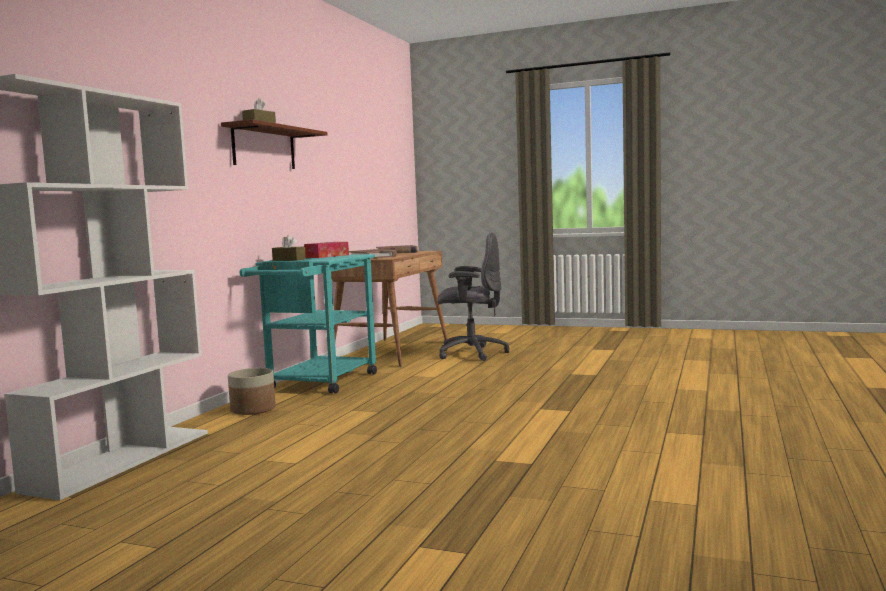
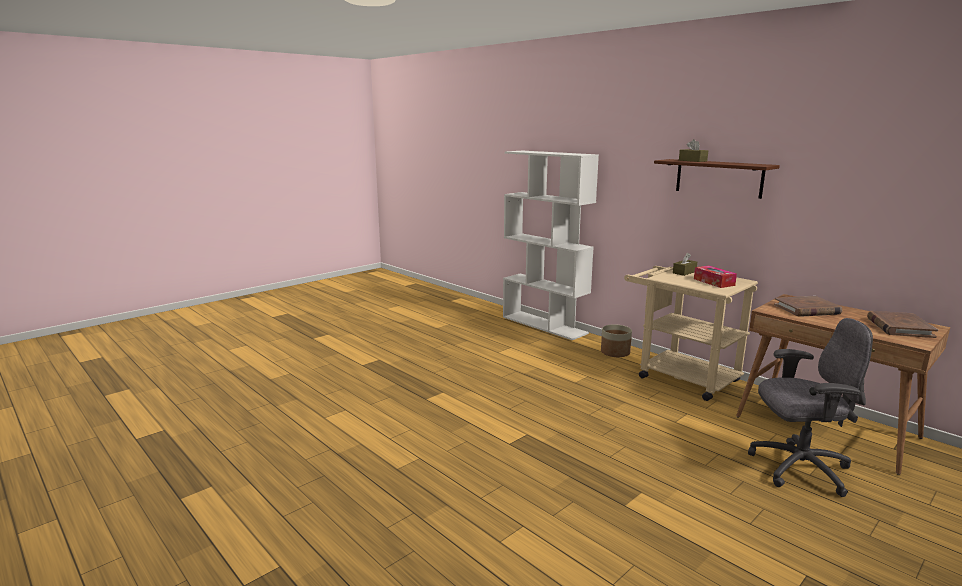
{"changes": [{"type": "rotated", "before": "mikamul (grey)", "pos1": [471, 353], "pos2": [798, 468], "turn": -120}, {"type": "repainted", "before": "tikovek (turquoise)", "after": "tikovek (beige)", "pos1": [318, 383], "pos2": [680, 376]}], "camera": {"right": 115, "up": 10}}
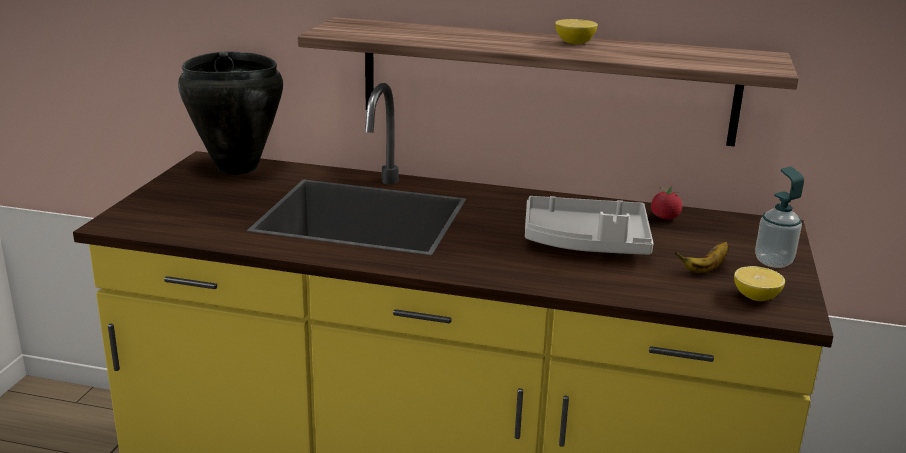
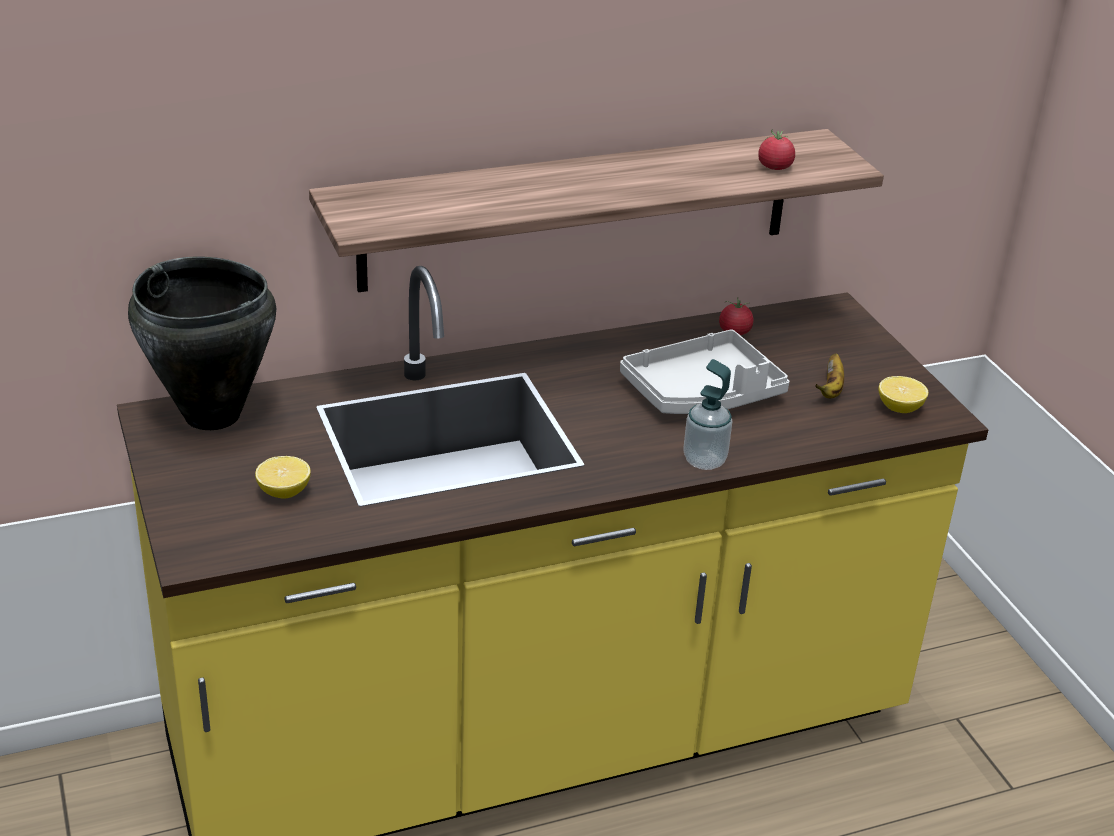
{"changes": [{"type": "shifted", "before": "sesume", "pos1": [574, 43], "pos2": [284, 492]}, {"type": "shifted", "before": "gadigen", "pos1": [773, 261], "pos2": [704, 460]}, {"type": "new", "after": "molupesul", "pos2": [774, 167]}], "camera": {"right": -35, "up": 10}}
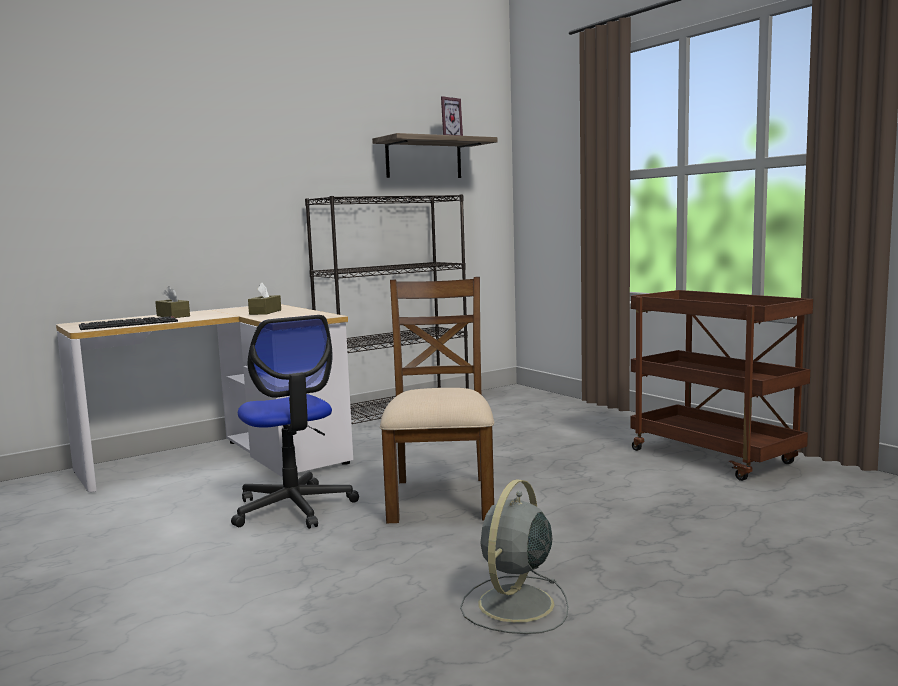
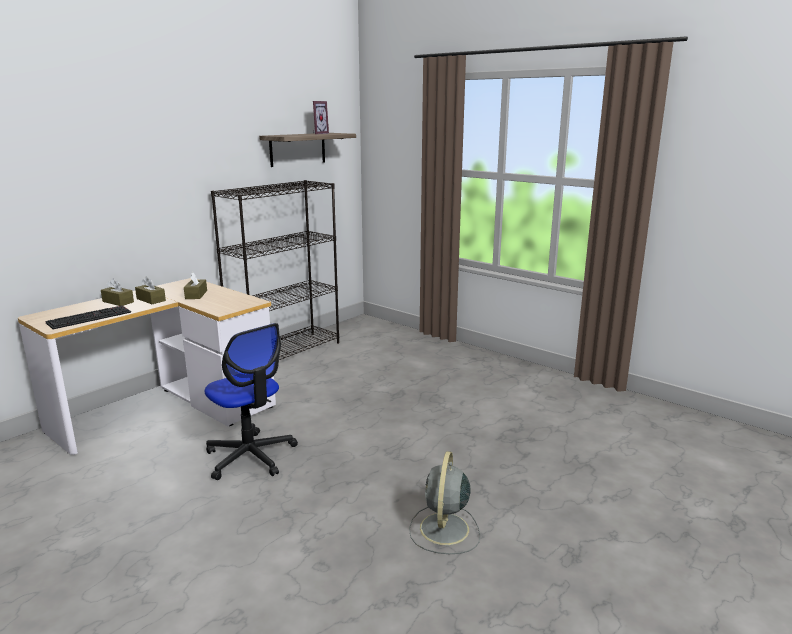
{"changes": [{"type": "gone", "before": "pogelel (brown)", "pos1": [441, 498]}, {"type": "gone", "before": "tikovek (brown)", "pos1": [715, 457]}, {"type": "new", "after": "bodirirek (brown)", "pos2": [151, 300]}], "camera": {"right": -15, "up": 10}}
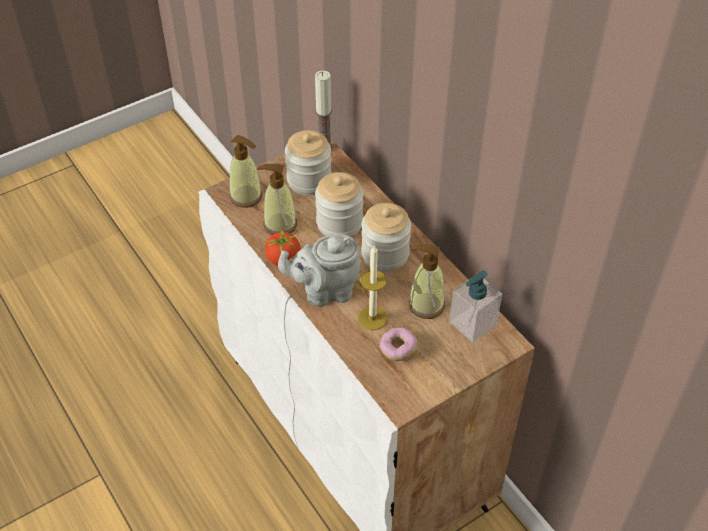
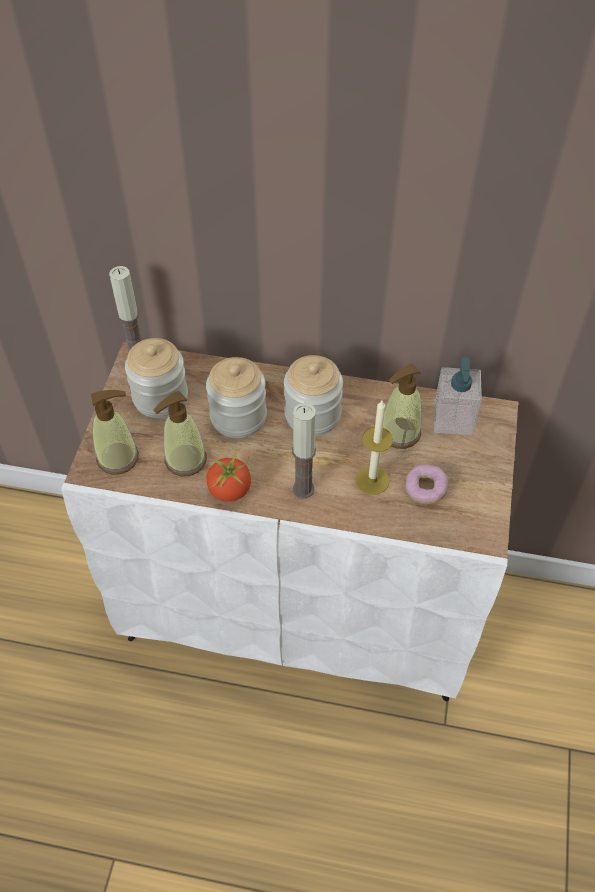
{"changes": [{"type": "swapped", "before": "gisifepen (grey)", "after": "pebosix", "pos1": [325, 291], "pos2": [303, 489]}], "camera": {"right": -45, "up": 5}}
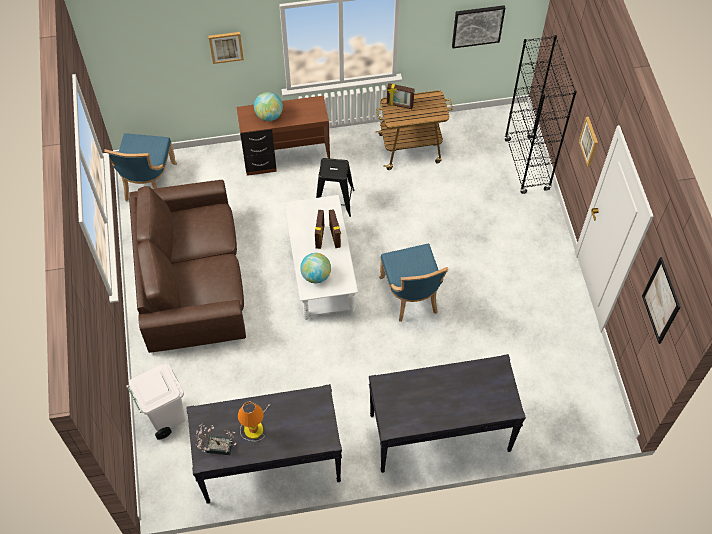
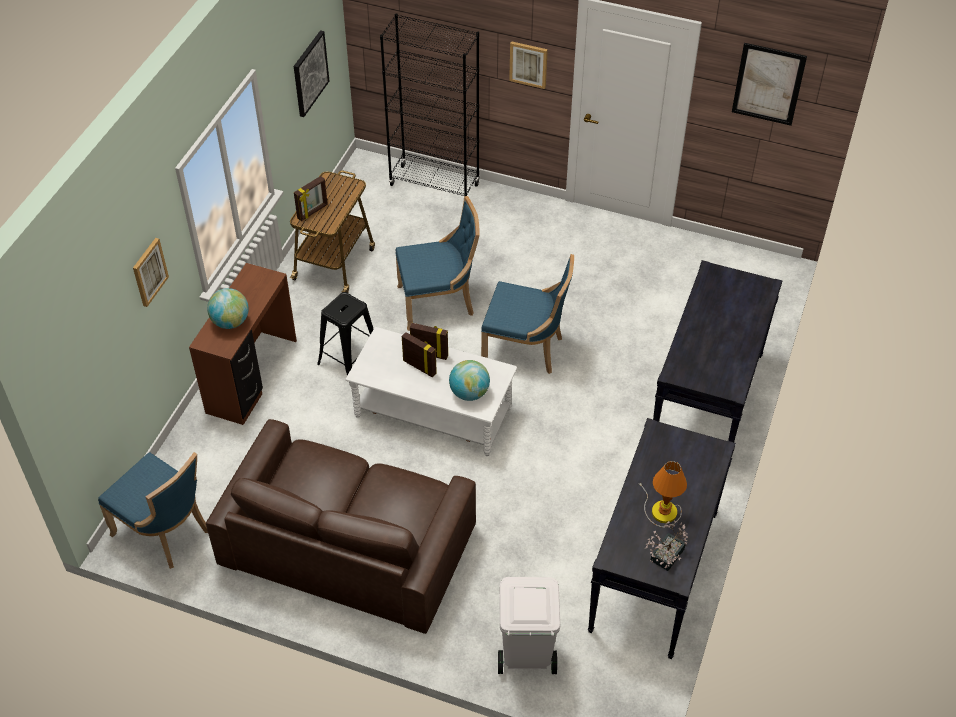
{"changes": [{"type": "new", "after": "pogelel (blue)", "pos2": [439, 302]}], "camera": {"right": -60, "up": -10}}
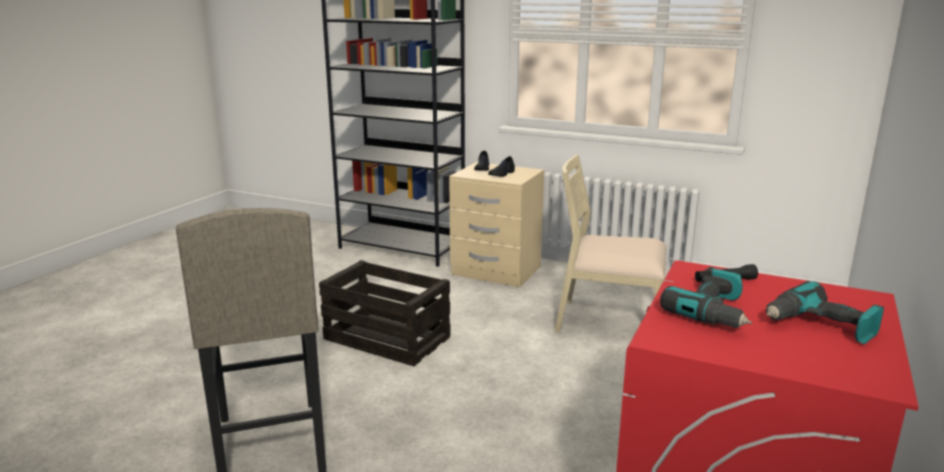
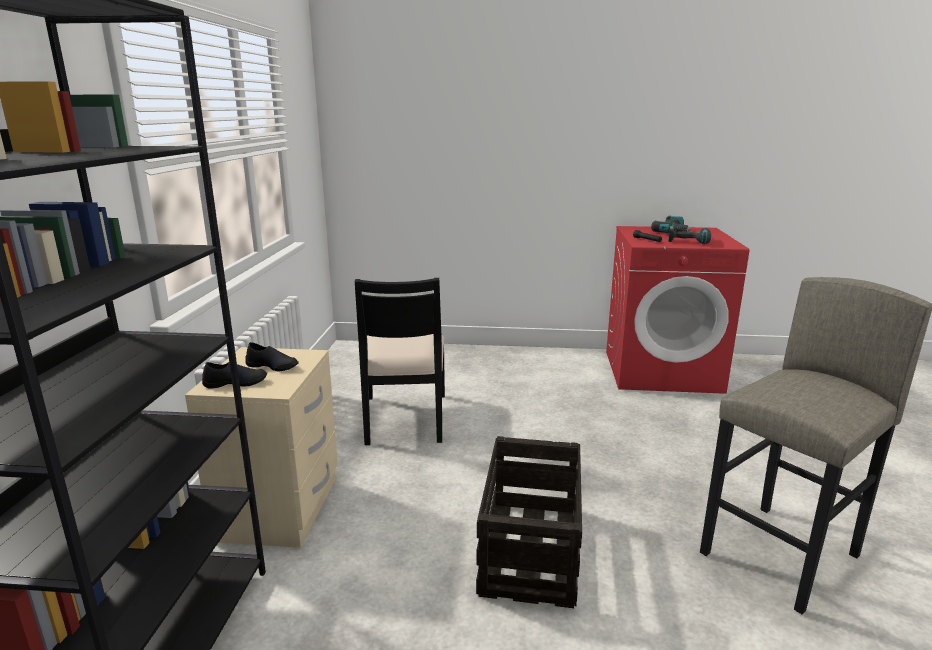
{"changes": [{"type": "repainted", "before": "pogelel (beige)", "after": "pogelel (black)", "pos1": [609, 321], "pos2": [404, 418]}], "camera": {"right": -110, "up": 0}}
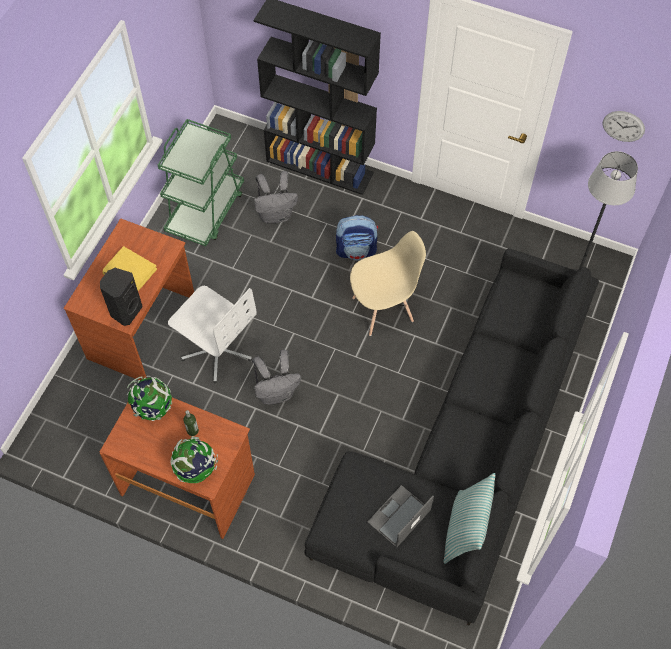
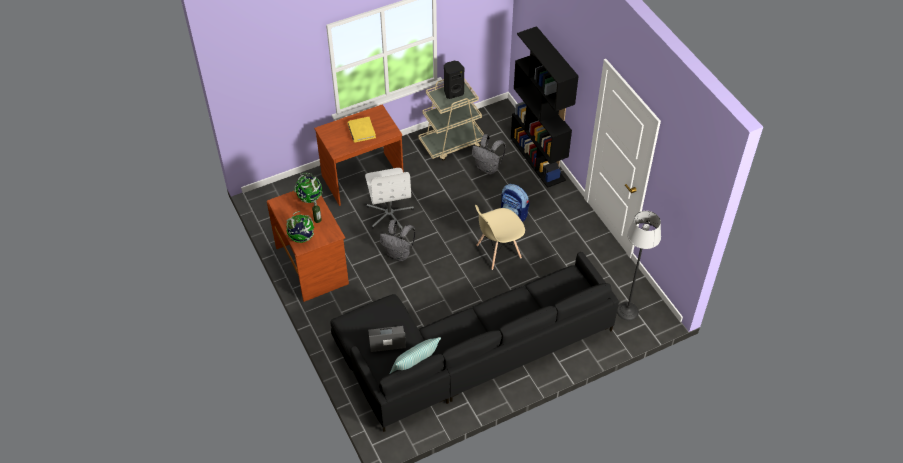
{"changes": [{"type": "gone", "before": "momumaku", "pos1": [623, 126]}, {"type": "repainted", "before": "tikovek (green)", "after": "tikovek (beige)", "pos1": [206, 211], "pos2": [452, 143]}, {"type": "rotated", "before": "pogelel (beige)", "pos1": [383, 309], "pos2": [498, 252], "turn": 135}, {"type": "shifted", "before": "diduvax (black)", "pos1": [125, 310], "pos2": [453, 92]}], "camera": {"right": 40, "up": -10}}
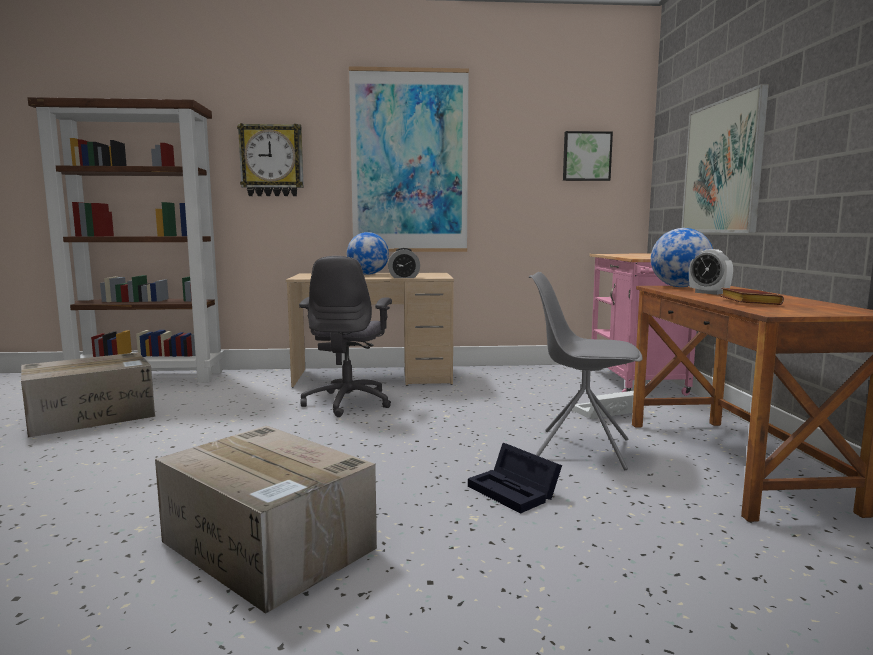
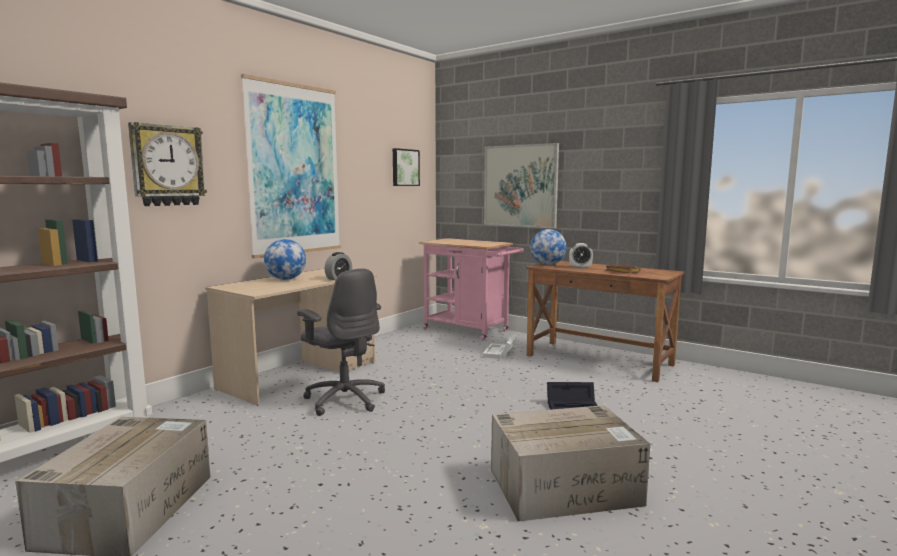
{"changes": [{"type": "gone", "before": "pogelel (grey)", "pos1": [580, 449]}], "camera": {"right": -50, "up": 0}}
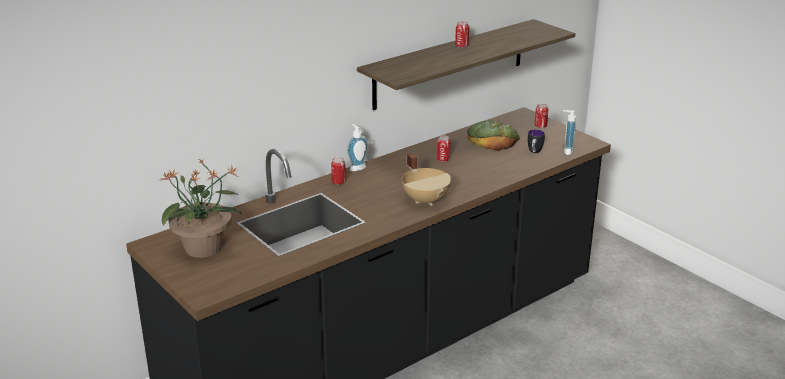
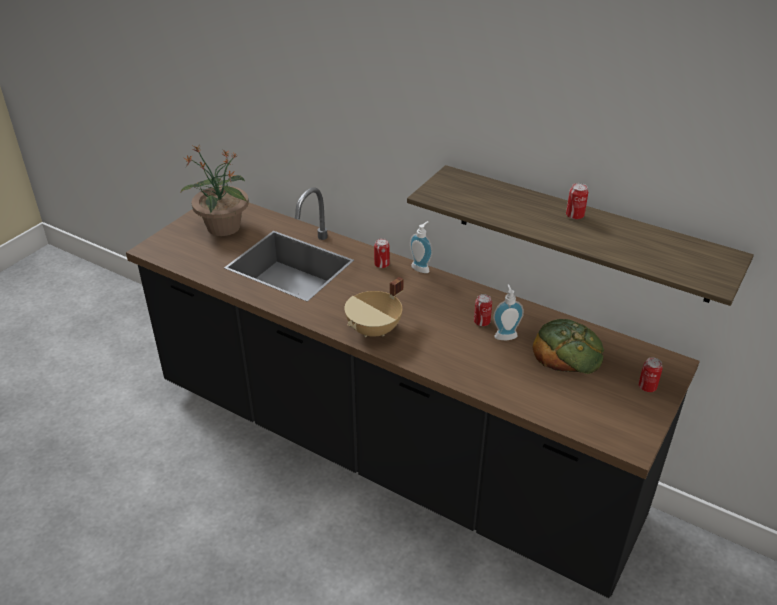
{"changes": [{"type": "shifted", "before": "gadigen", "pos1": [566, 151], "pos2": [505, 335]}, {"type": "gone", "before": "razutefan", "pos1": [534, 152]}], "camera": {"right": 70, "up": 10}}
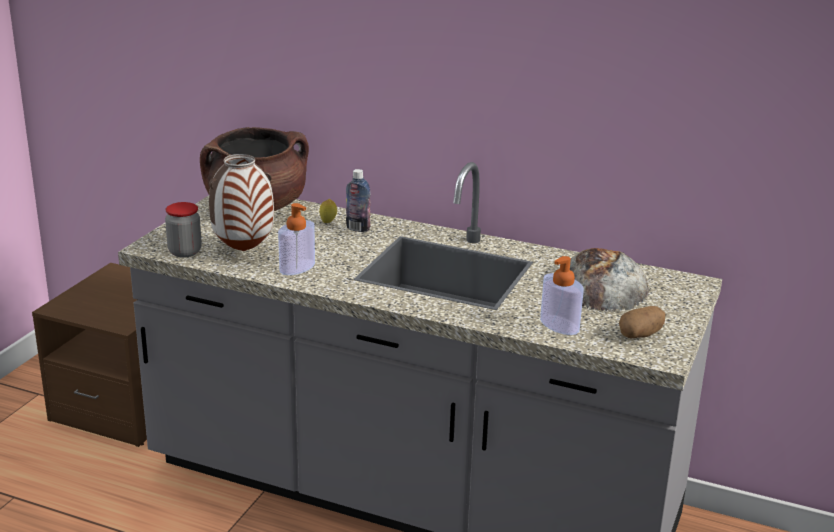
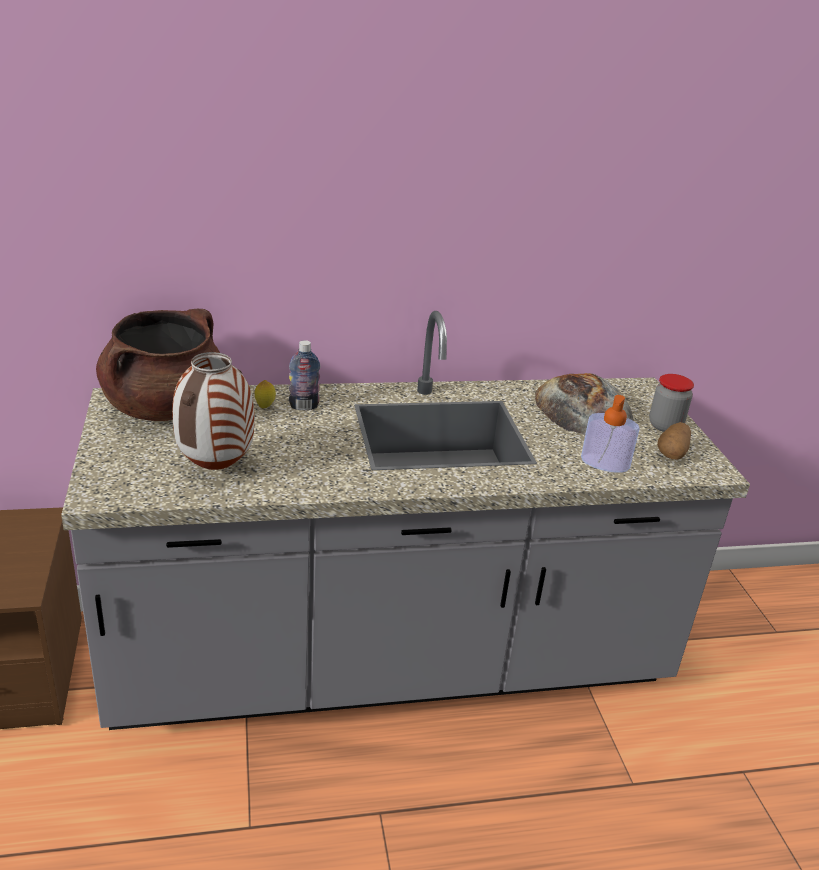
{"changes": [{"type": "shifted", "before": "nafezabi", "pos1": [185, 252], "pos2": [665, 426]}, {"type": "gone", "before": "gadigen", "pos1": [297, 267]}], "camera": {"right": -35, "up": 5}}
